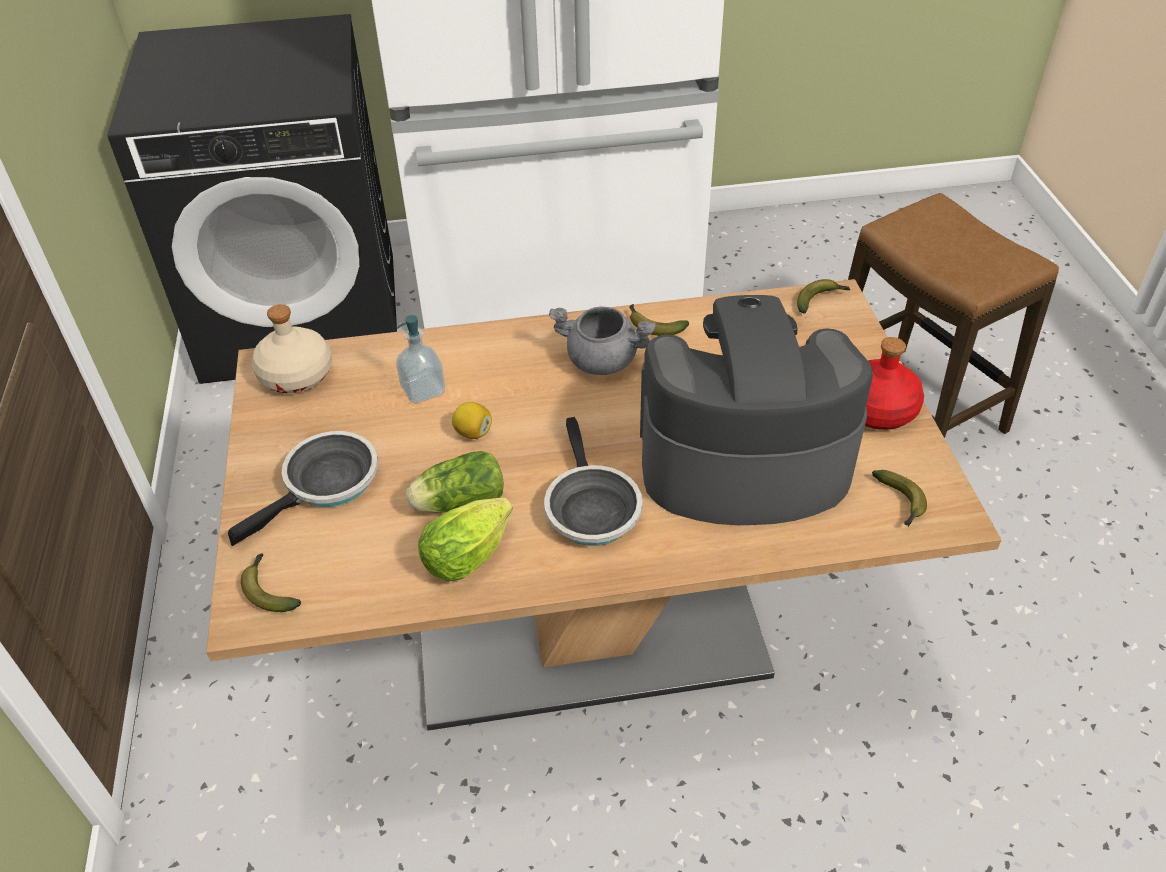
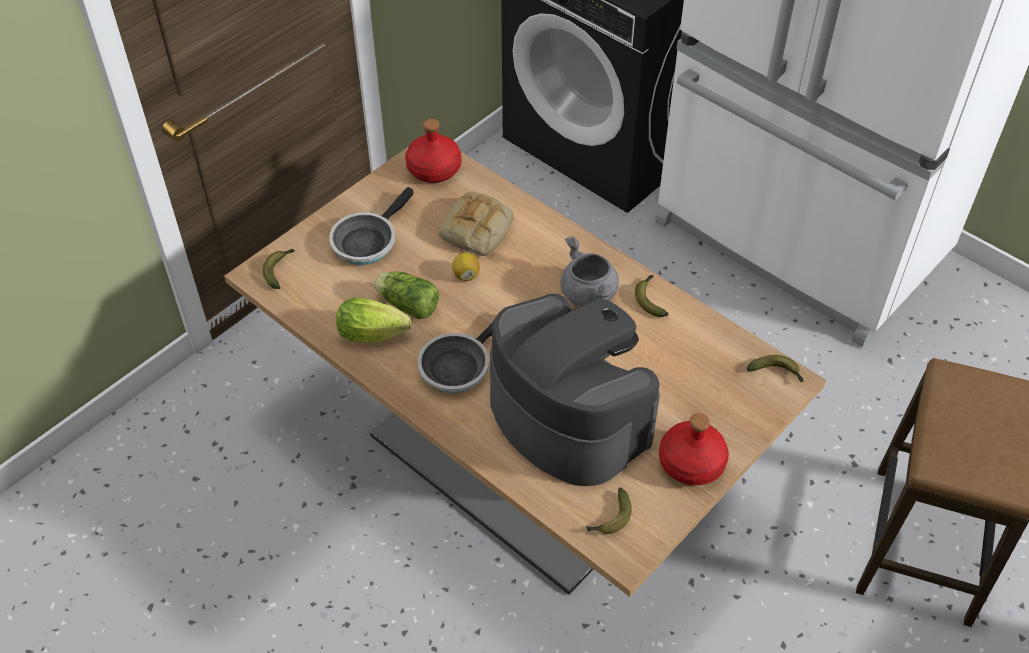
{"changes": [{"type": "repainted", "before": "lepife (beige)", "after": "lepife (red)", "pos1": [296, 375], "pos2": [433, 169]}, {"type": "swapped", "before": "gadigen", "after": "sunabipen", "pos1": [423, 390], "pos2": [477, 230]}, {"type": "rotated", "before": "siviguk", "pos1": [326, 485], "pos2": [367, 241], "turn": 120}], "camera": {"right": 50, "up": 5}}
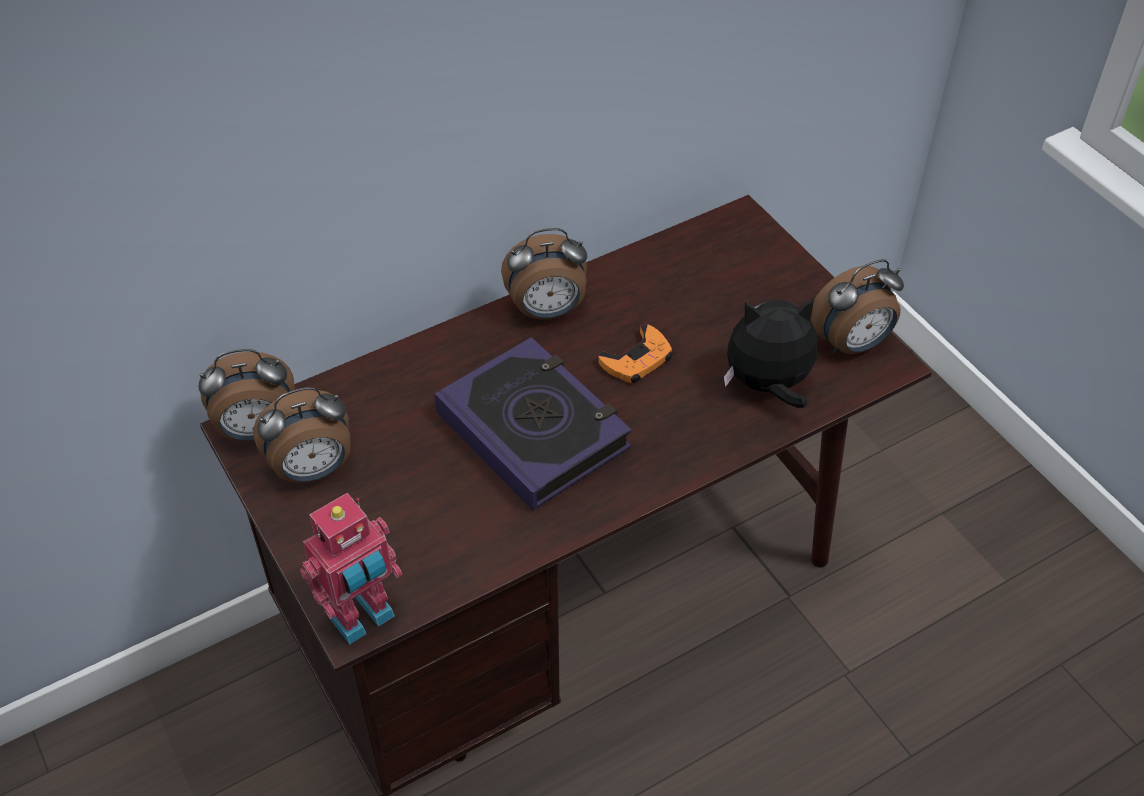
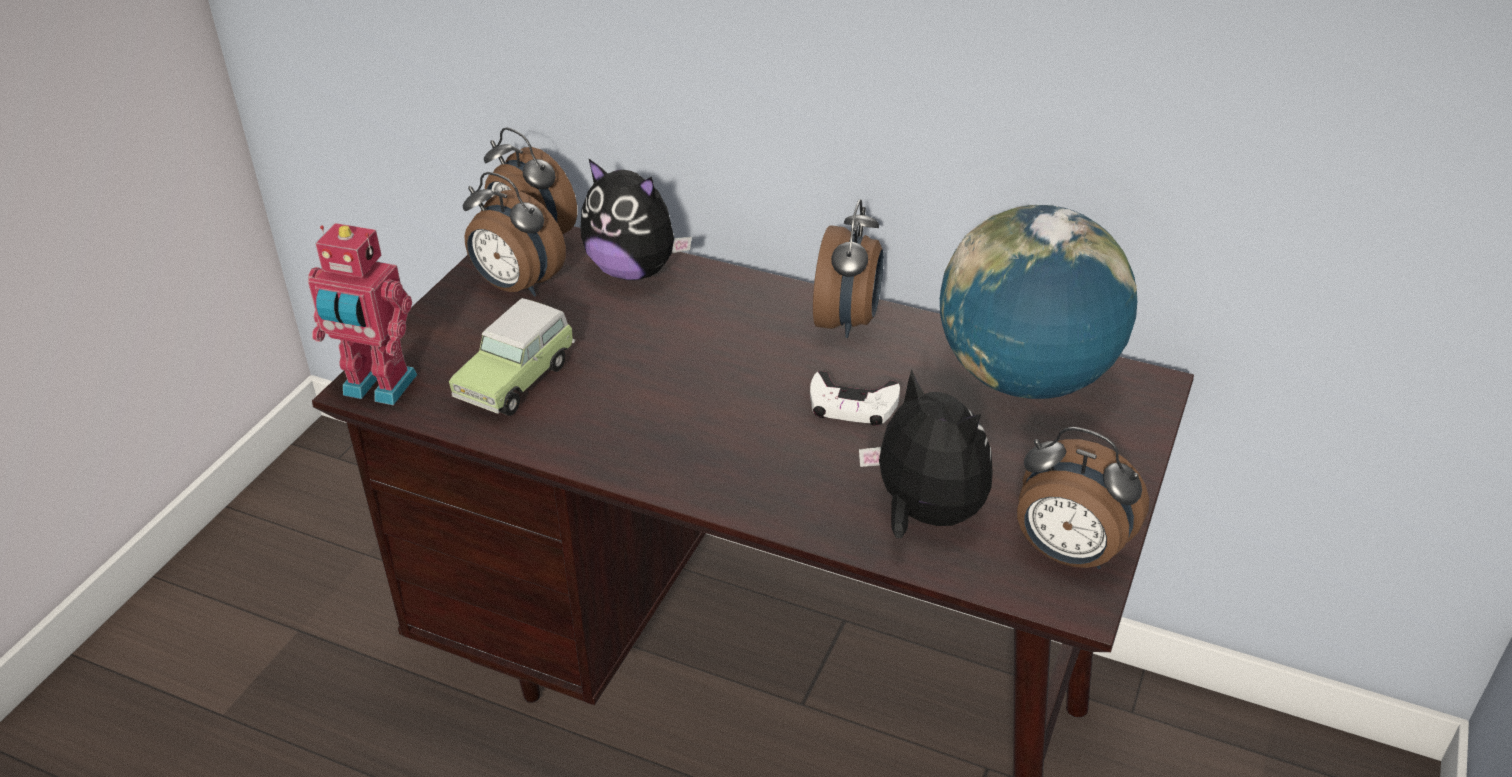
{"changes": [{"type": "rotated", "before": "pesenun", "pos1": [547, 311], "pos2": [848, 321], "turn": -120}, {"type": "repainted", "before": "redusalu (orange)", "after": "redusalu (white)", "pos1": [637, 360], "pos2": [852, 406]}, {"type": "gone", "before": "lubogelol", "pos1": [533, 430]}, {"type": "new", "after": "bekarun", "pos2": [634, 270]}, {"type": "new", "after": "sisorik", "pos2": [1025, 379]}, {"type": "new", "after": "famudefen", "pos2": [519, 379]}], "camera": {"right": 55, "up": -10}}
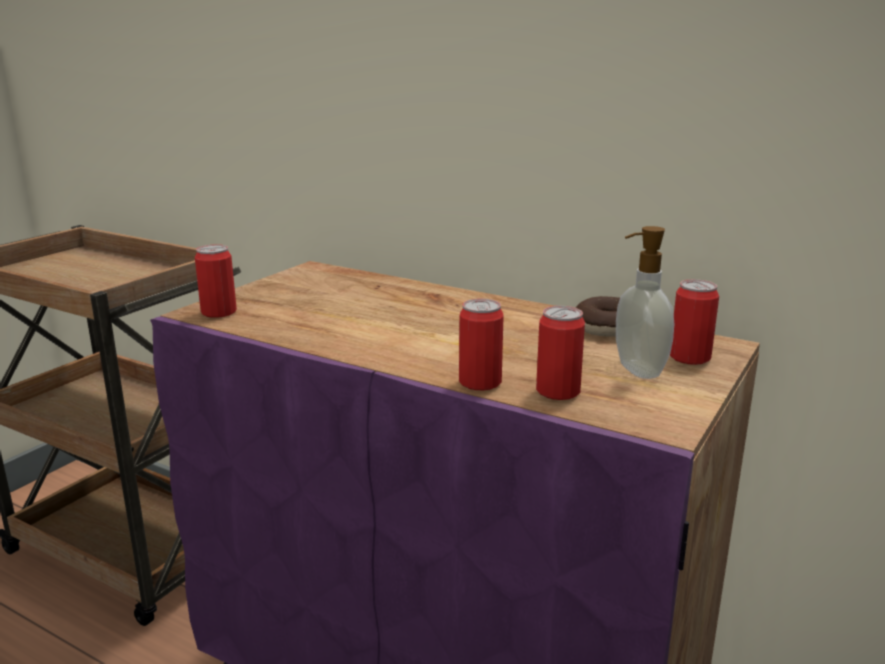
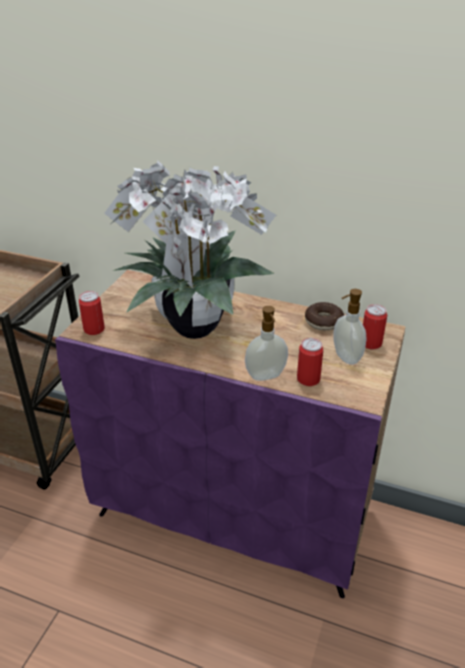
{"changes": [{"type": "swapped", "before": "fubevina", "after": "gadigen", "pos1": [480, 382], "pos2": [266, 376]}, {"type": "new", "after": "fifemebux", "pos2": [190, 326]}], "camera": {"right": -10, "up": 15}}
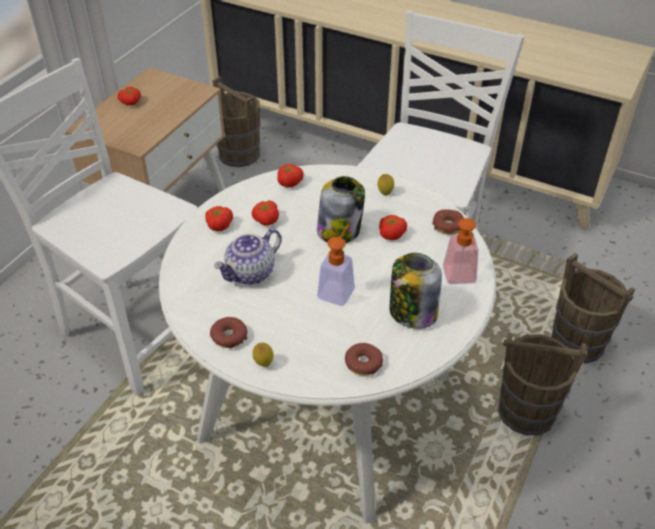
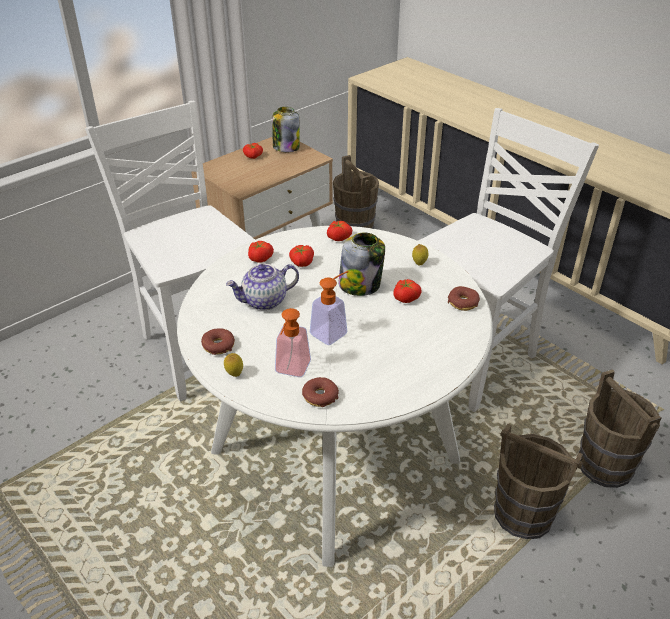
{"changes": [{"type": "shifted", "before": "gadigen", "pos1": [460, 279], "pos2": [291, 371]}, {"type": "shifted", "before": "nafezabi", "pos1": [412, 312], "pos2": [286, 147]}], "camera": {"right": 20, "up": -5}}
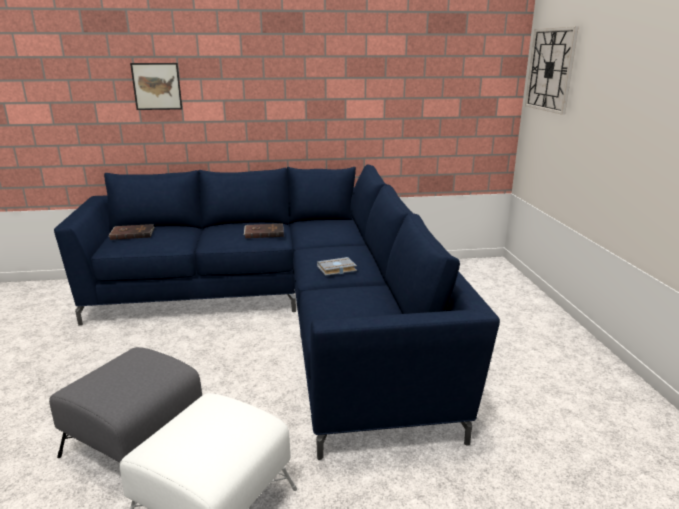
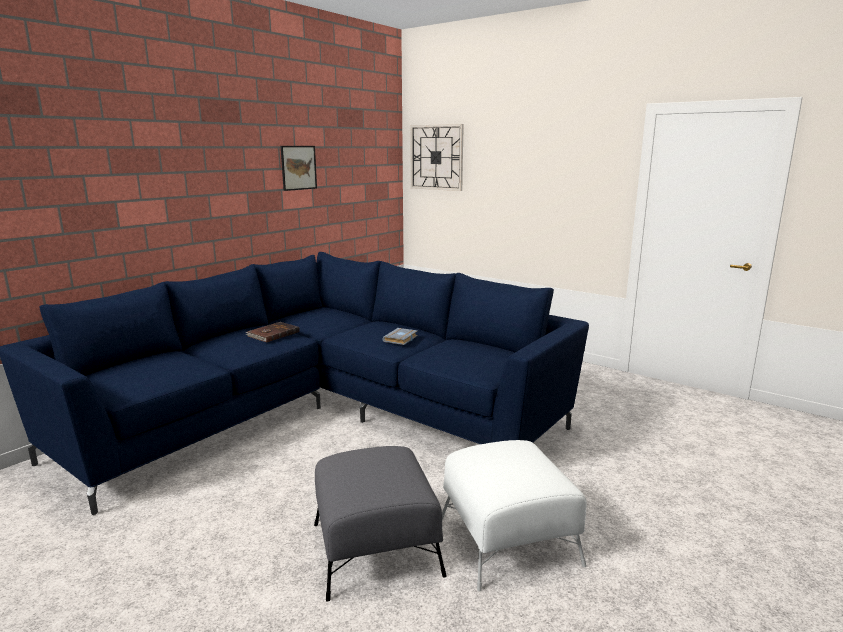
{"changes": [{"type": "shifted", "before": "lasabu", "pos1": [157, 86], "pos2": [298, 167]}, {"type": "gone", "before": "lubogelol (brown)", "pos1": [132, 233]}], "camera": {"right": -45, "up": -5}}
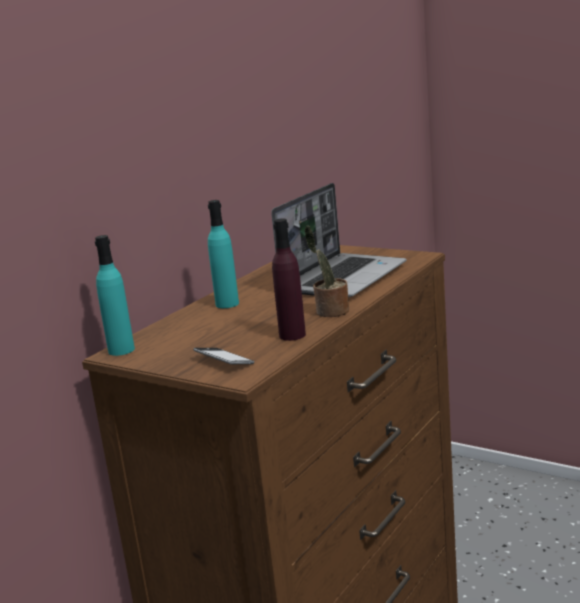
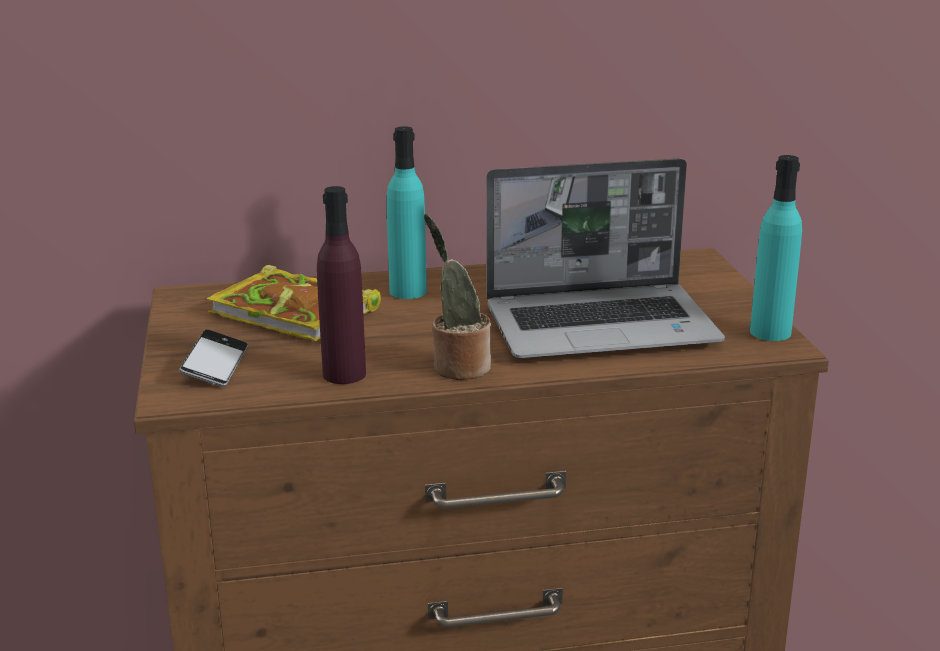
{"changes": [{"type": "shifted", "before": "lepife (turquoise)", "pos1": [121, 350], "pos2": [770, 332]}, {"type": "new", "after": "lubogelol", "pos2": [297, 312]}], "camera": {"right": 45, "up": 5}}
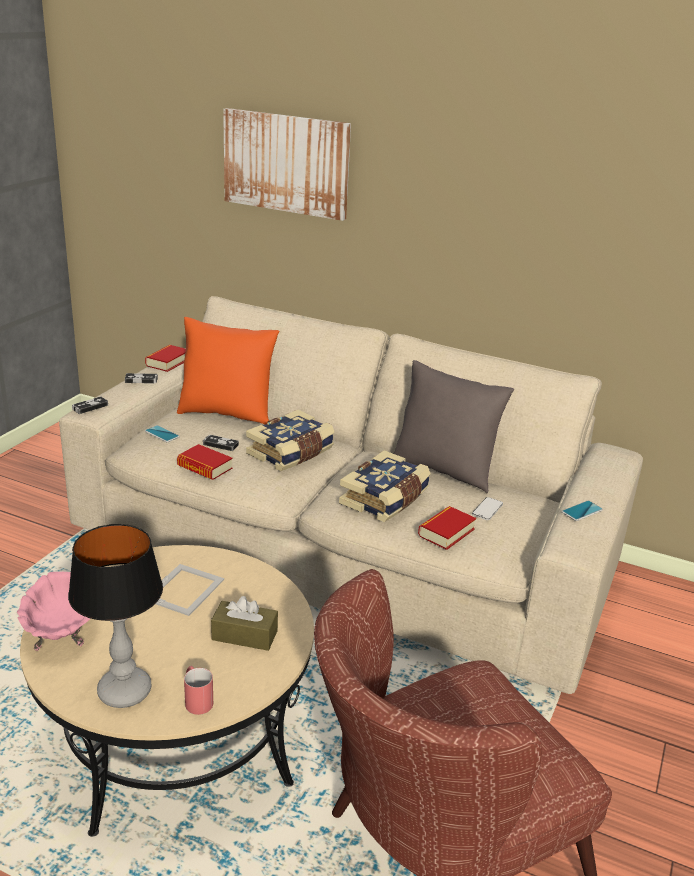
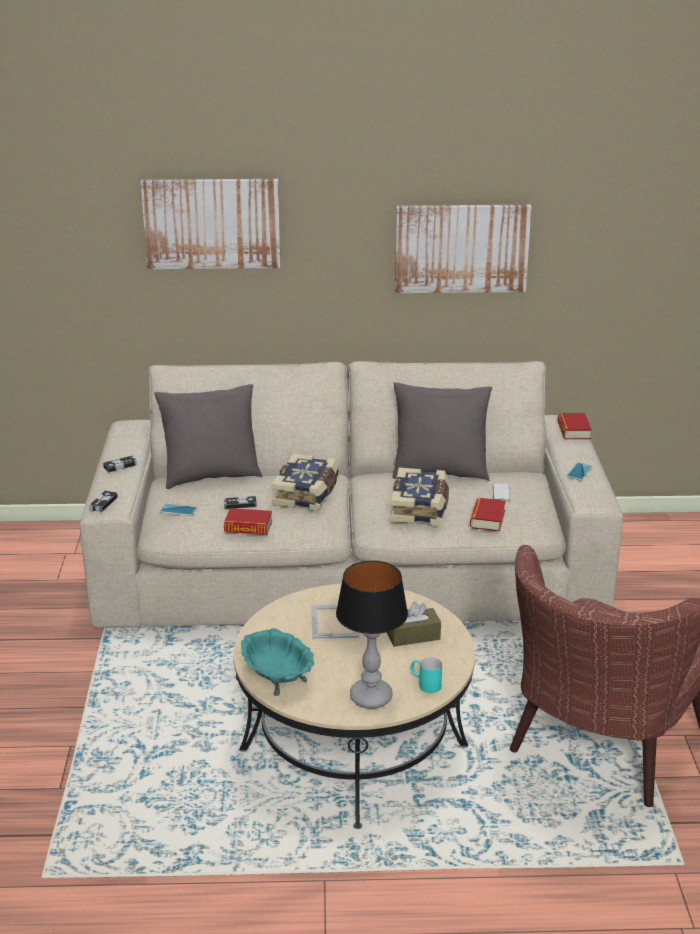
{"changes": [{"type": "repainted", "before": "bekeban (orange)", "after": "bekeban (grey)", "pos1": [227, 414], "pos2": [211, 476]}, {"type": "shifted", "before": "lubogelol", "pos1": [168, 362], "pos2": [573, 430]}, {"type": "repainted", "before": "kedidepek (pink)", "after": "kedidepek (turquoise)", "pos1": [61, 630], "pos2": [277, 678]}, {"type": "repainted", "before": "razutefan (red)", "after": "razutefan (turquoise)", "pos1": [196, 699], "pos2": [425, 684]}, {"type": "new", "after": "lasabu", "pos2": [461, 248]}], "camera": {"right": -25, "up": 0}}
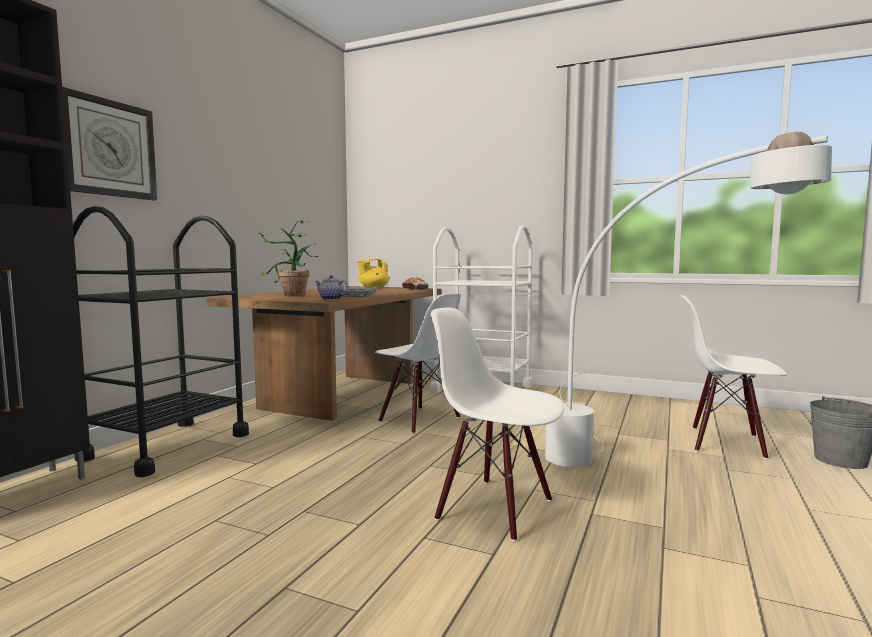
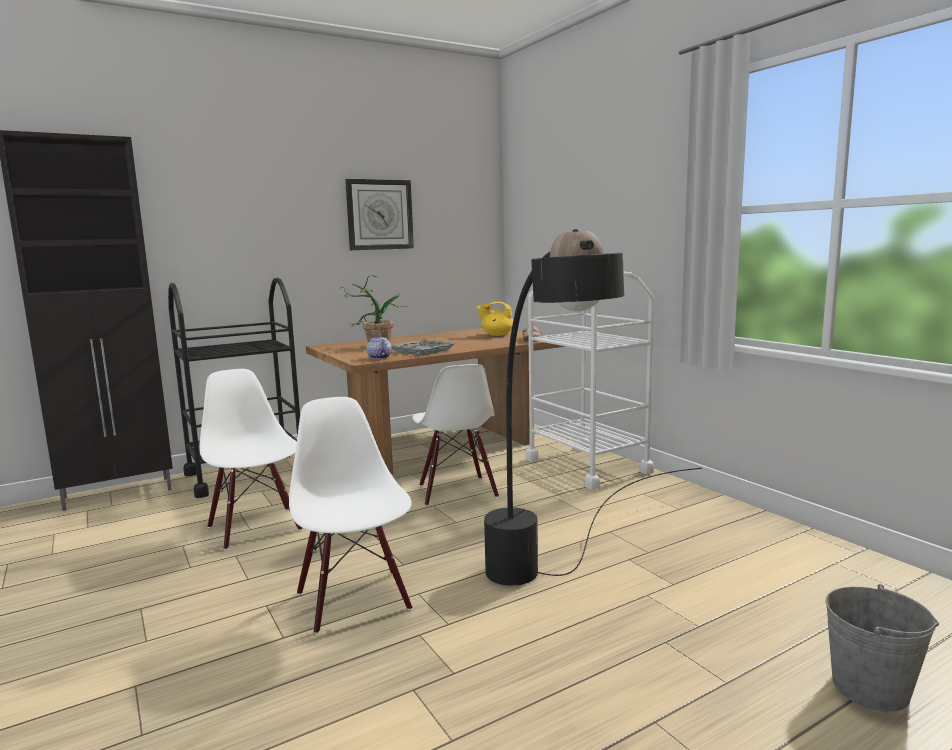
{"changes": [{"type": "shifted", "before": "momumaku", "pos1": [109, 148], "pos2": [379, 215]}, {"type": "repainted", "before": "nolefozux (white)", "after": "nolefozux (black)", "pos1": [633, 466], "pos2": [560, 602]}, {"type": "shifted", "before": "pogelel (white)", "pos1": [725, 442], "pos2": [256, 528]}], "camera": {"right": 35, "up": 5}}
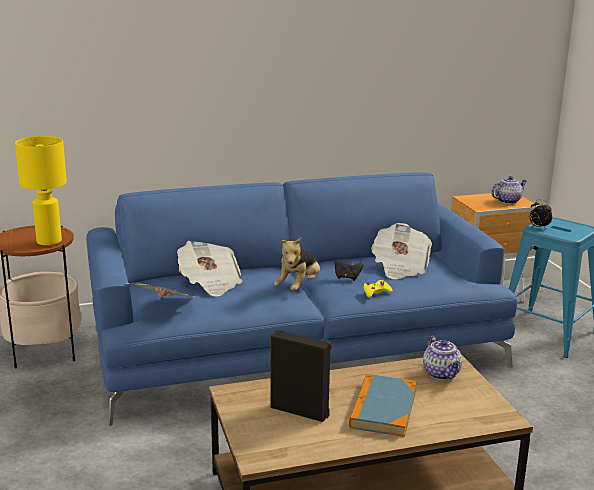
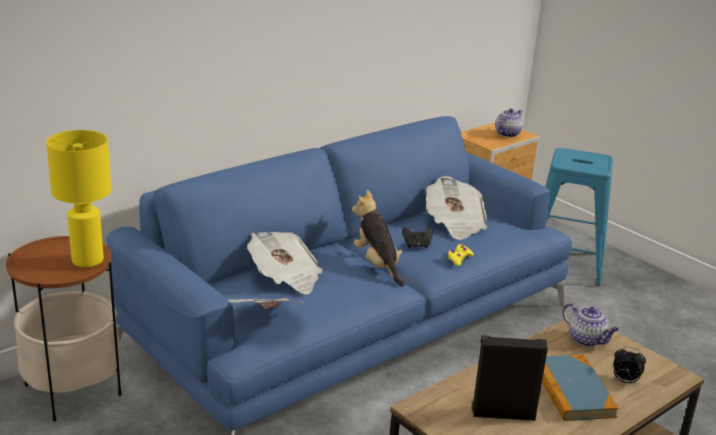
{"changes": [{"type": "shifted", "before": "pesenun", "pos1": [538, 227], "pos2": [624, 381]}, {"type": "rotated", "before": "bekarun", "pos1": [299, 286], "pos2": [377, 265], "turn": 150}], "camera": {"right": -25, "up": 5}}
